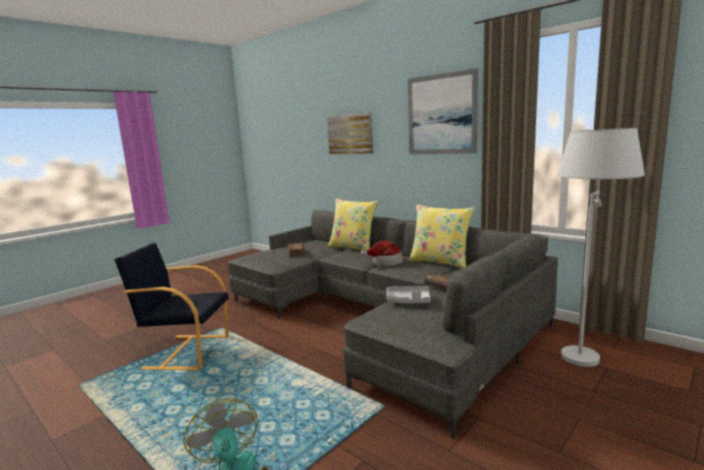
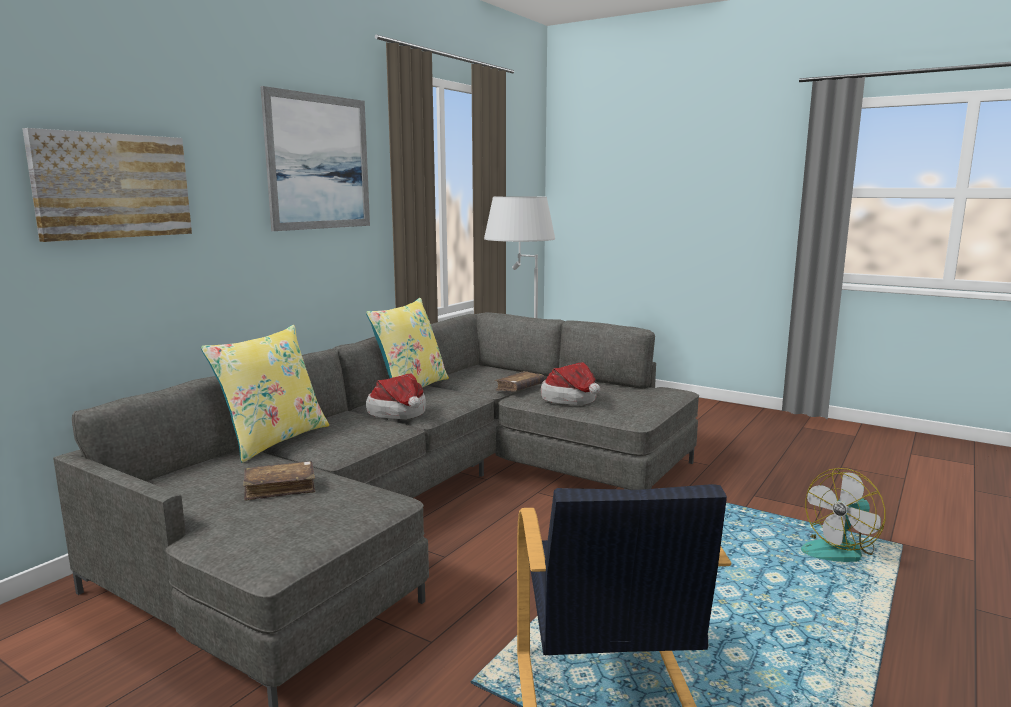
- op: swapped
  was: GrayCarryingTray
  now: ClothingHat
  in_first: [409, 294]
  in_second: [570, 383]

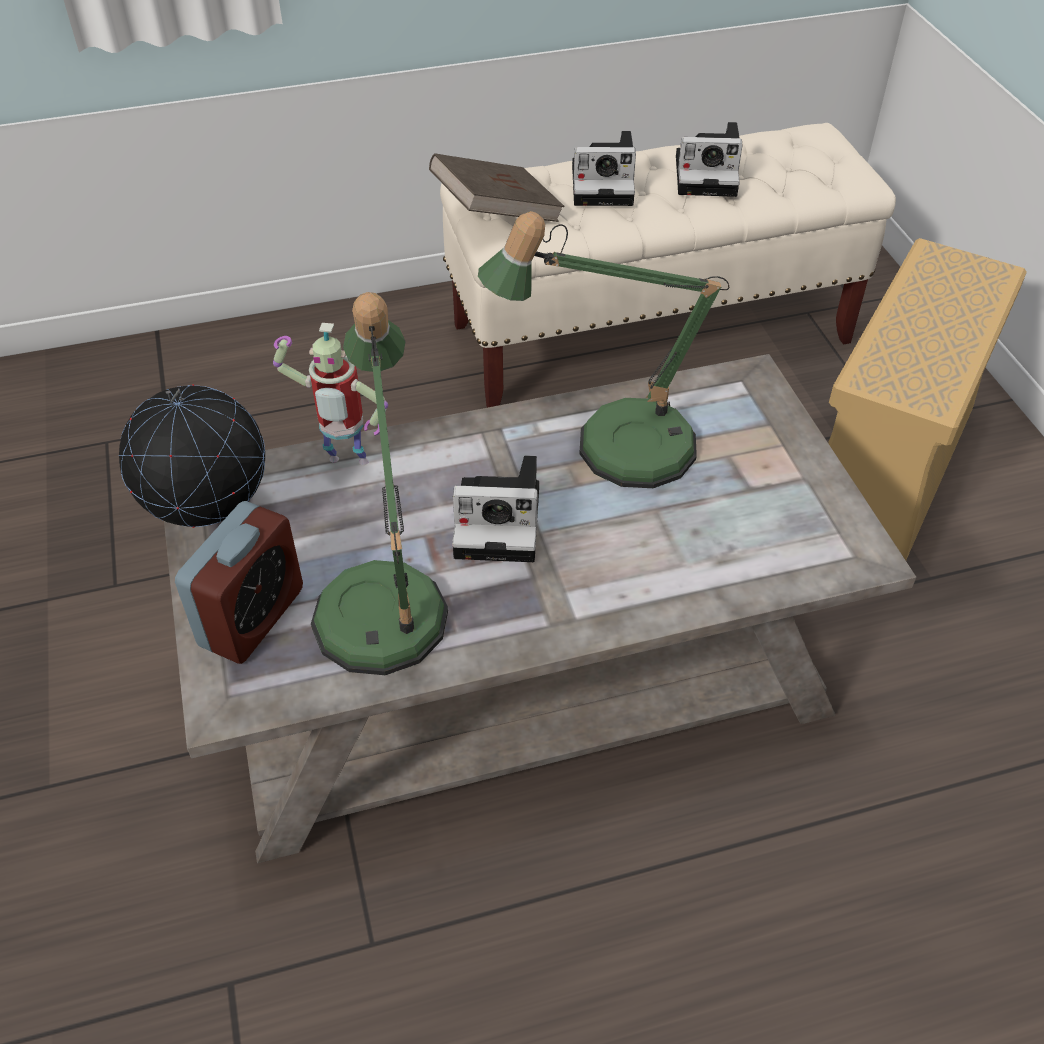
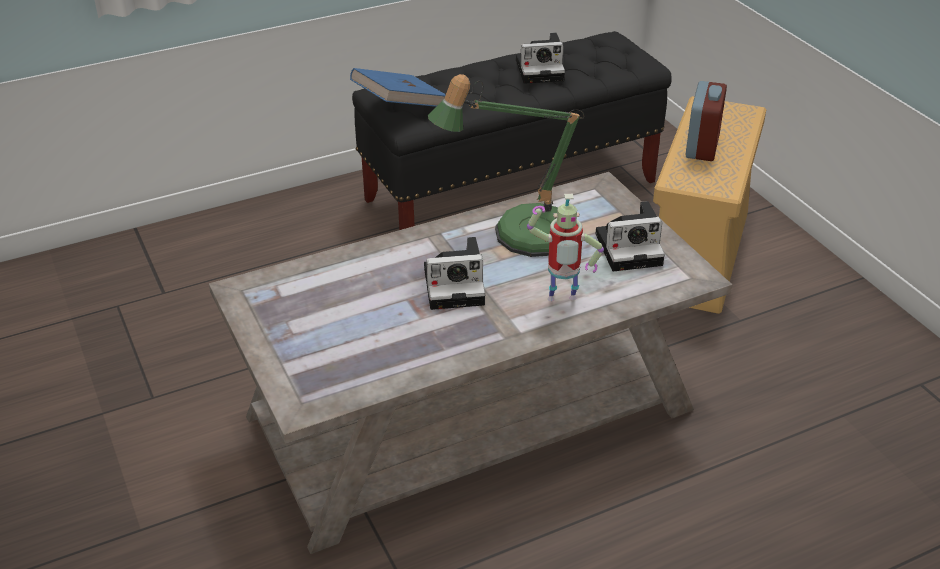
- op: repainted
  was: BeigeColouredLongSeat
  now: BlackColouredLongSeat
  in_first: [668, 265]
  in_second: [512, 130]
- op: shifted
  was: PhotoCamera
  in_first: [604, 168]
  in_second: [630, 236]
- op: repainted
  was: BrownBoundBook
  now: BlueColouredBoundBook
  in_first: [497, 187]
  in_second: [398, 87]
- op: gone
  was: TabletopLamp
  in_first: [379, 483]
- op: shifted
  was: ToyRobot
  in_first: [330, 394]
  in_second: [565, 247]
- op: gone
  was: WorldGlobe
  in_first: [192, 456]
- op: shifted
  was: TableClock
  in_first: [239, 582]
  in_second: [706, 121]

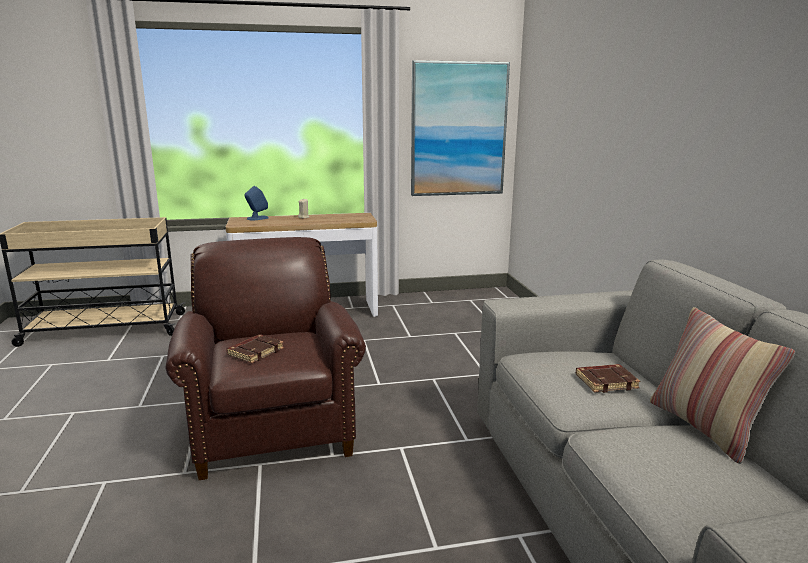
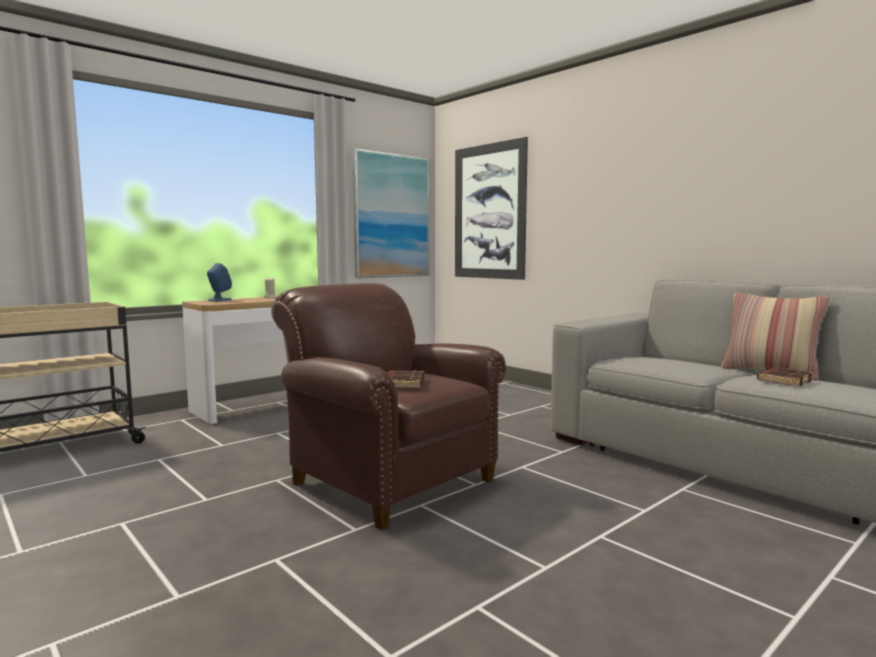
- op: shifted
  was: BrownBoundBook
  in_first: [608, 378]
  in_second: [785, 376]
- op: new
  now: WallPicture
  in_second: [491, 208]

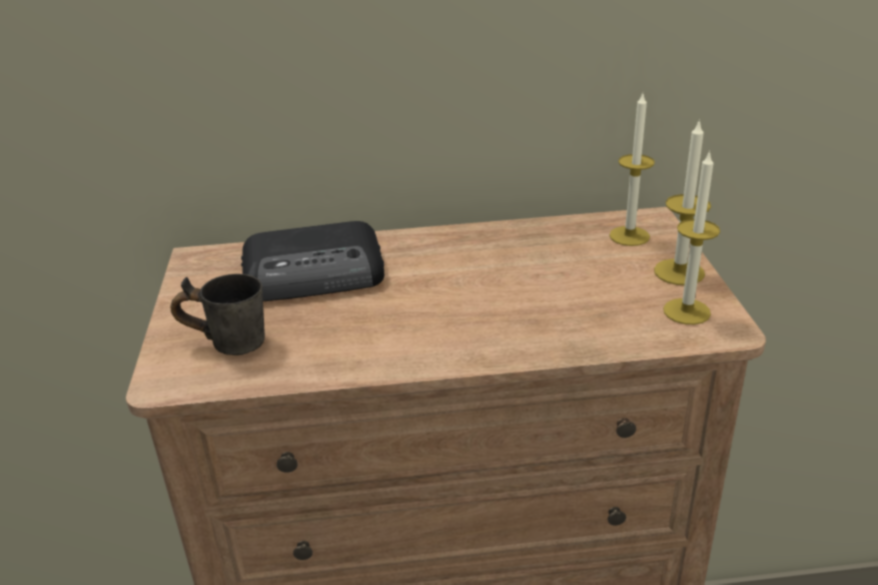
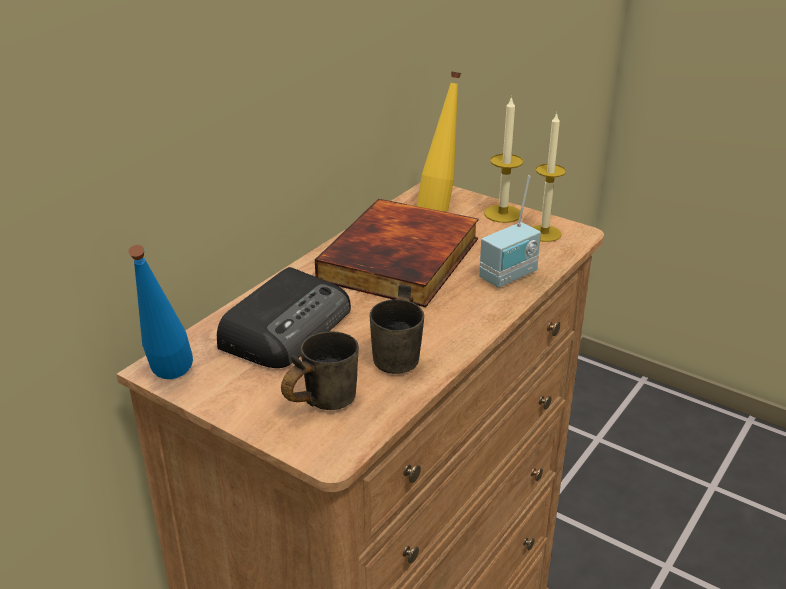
- op: swapped
  was: WaxCandle
  now: YellowColouredDrinkBottle
  in_first: [632, 170]
  in_second: [439, 141]
- op: new
  now: Radio
  in_second: [510, 231]
- op: new
  now: BoundBook
  in_second: [397, 252]
- op: new
  now: BlueColouredDrinkBottle
  in_second: [161, 312]
- op: new
  now: GrayTeaMug
  in_second: [397, 329]

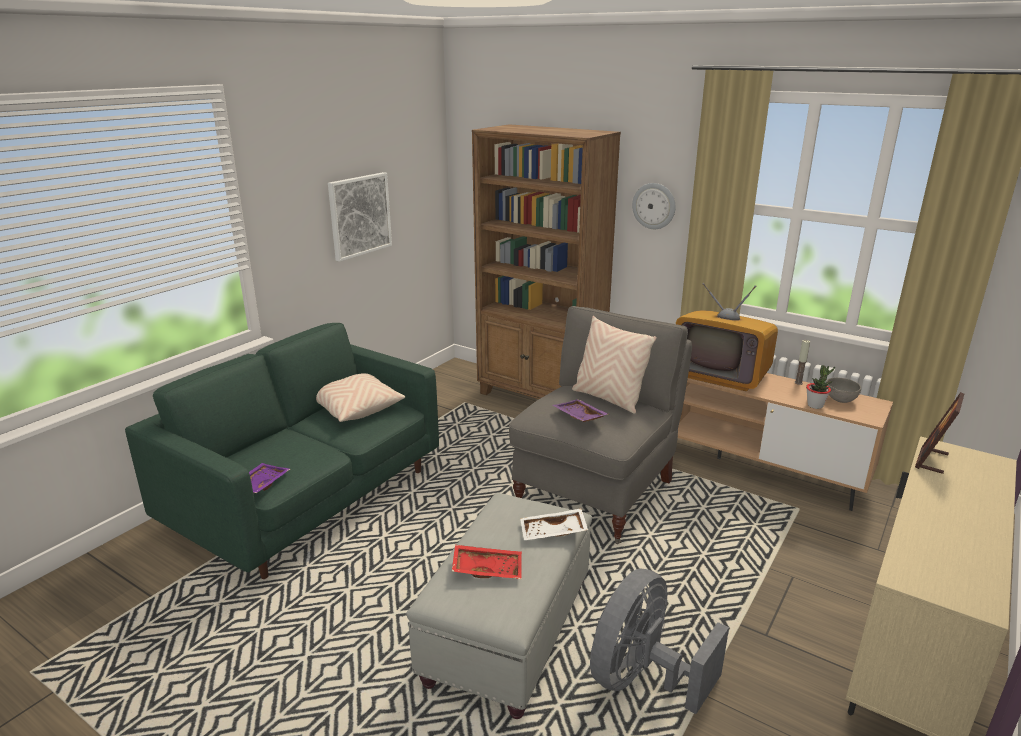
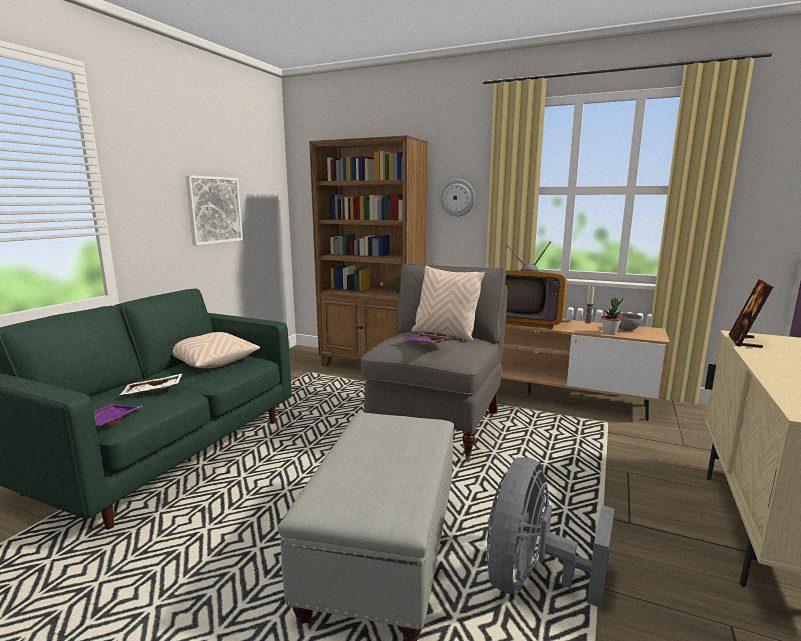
- op: shifted
  was: WhitishCarryingTray
  in_first: [554, 524]
  in_second: [151, 384]
- op: gone
  was: RedColouredCarryingTray
  in_first: [487, 562]

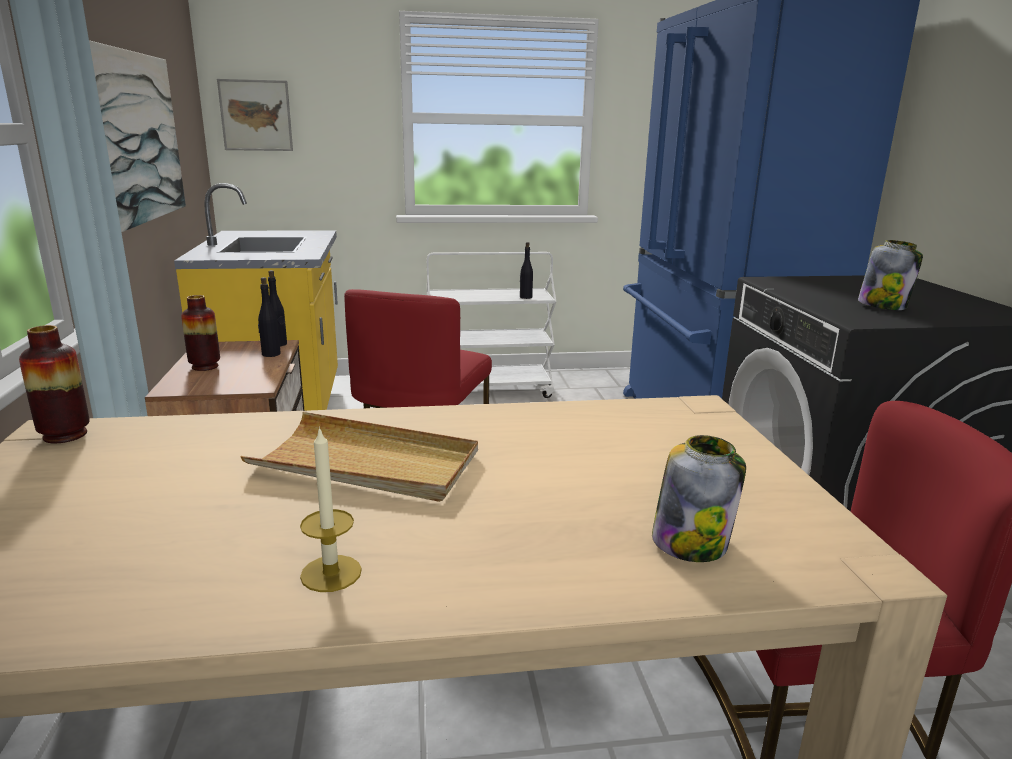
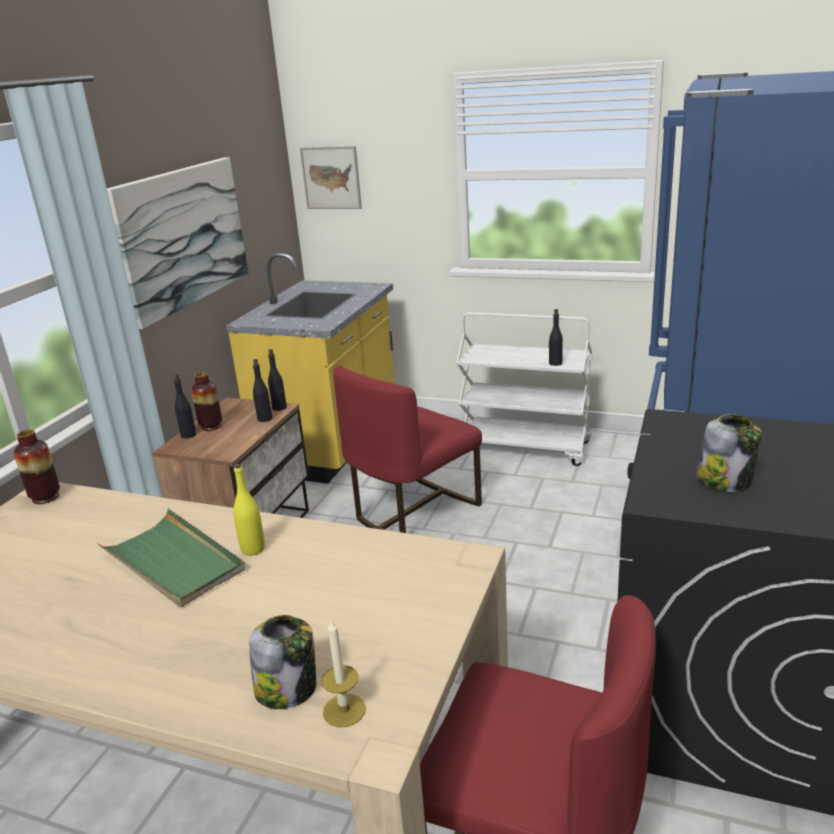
- op: repainted
  was: BeigeColouredCarryingTray
  now: GreenishCarryingTray
  in_first: [359, 457]
  in_second: [171, 557]
- op: shifted
  was: WaxCandle
  in_first: [331, 509]
  in_second: [343, 673]
- op: new
  now: BlackColouredDrinkBottle
  in_second: [184, 406]
- op: new
  now: YellowColouredDrinkBottle
  in_second: [249, 510]

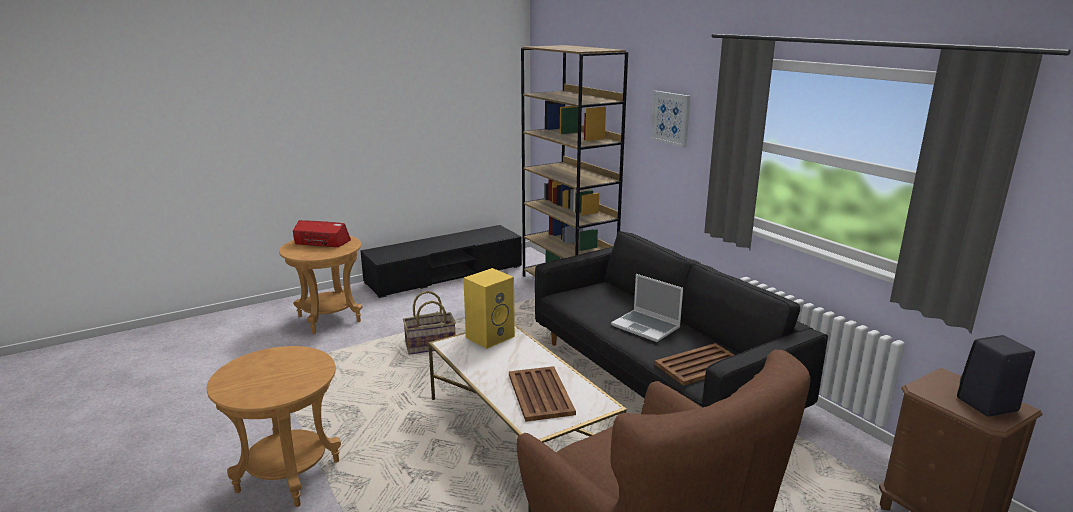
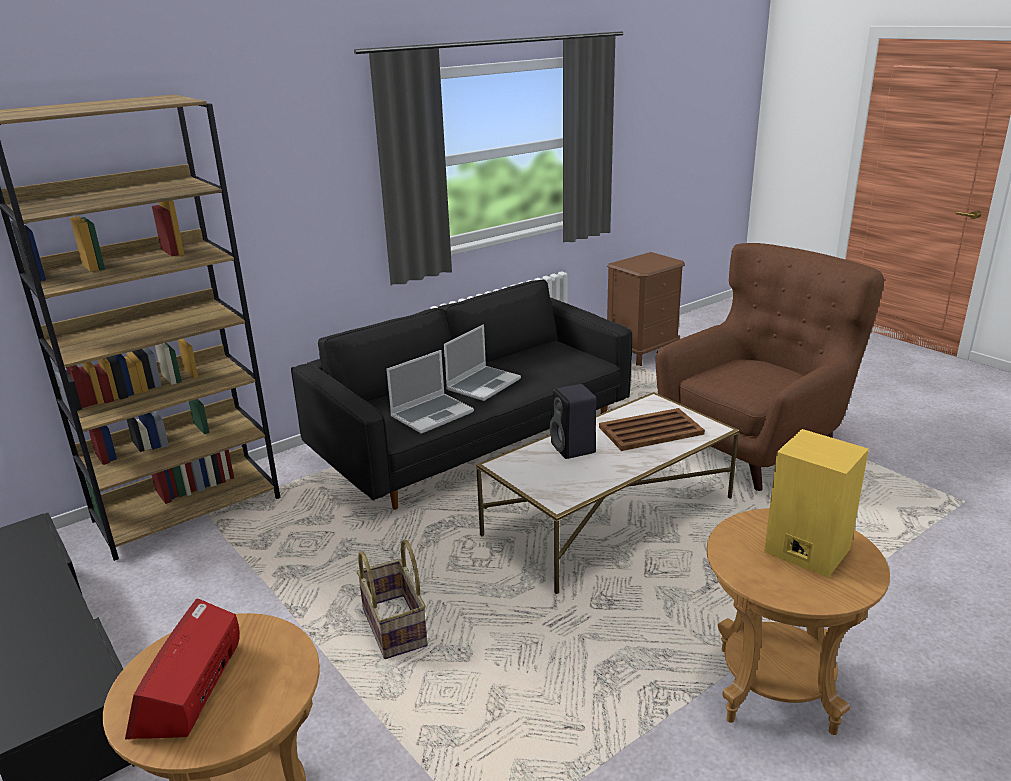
- op: gone
  was: WallPicture
  in_first: [670, 119]
- op: shifted
  was: YellowColouredLoudspeaker
  in_first: [489, 308]
  in_second: [816, 503]
- op: shifted
  was: BlackColouredLoudspeaker
  in_first: [996, 376]
  in_second: [573, 421]
- op: gone
  was: BrownCarryingTray
  in_first: [694, 364]
- op: new
  now: PortableComputer
  in_second: [430, 392]

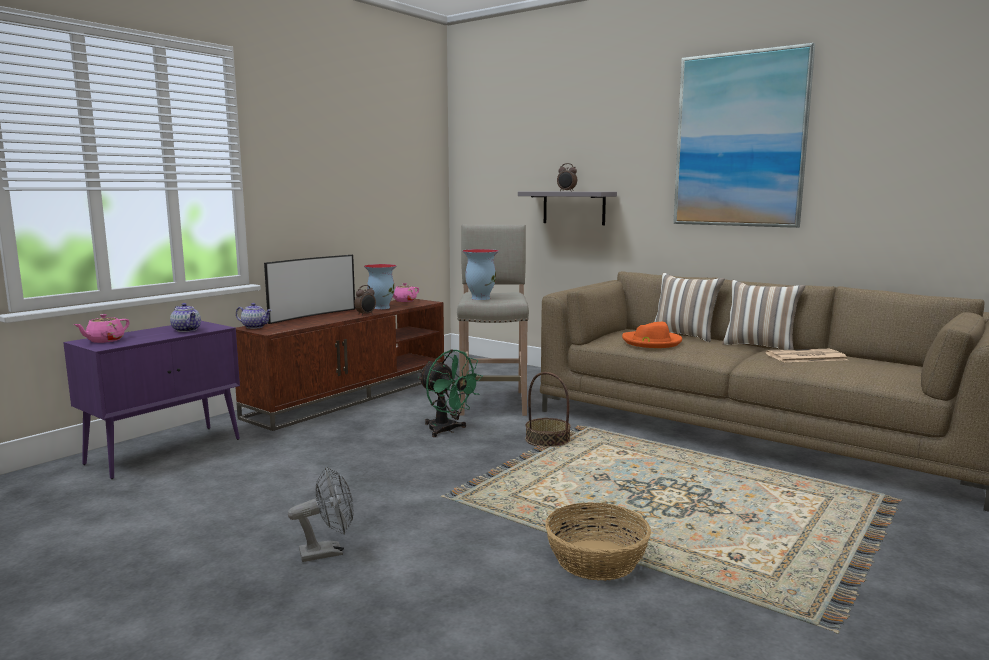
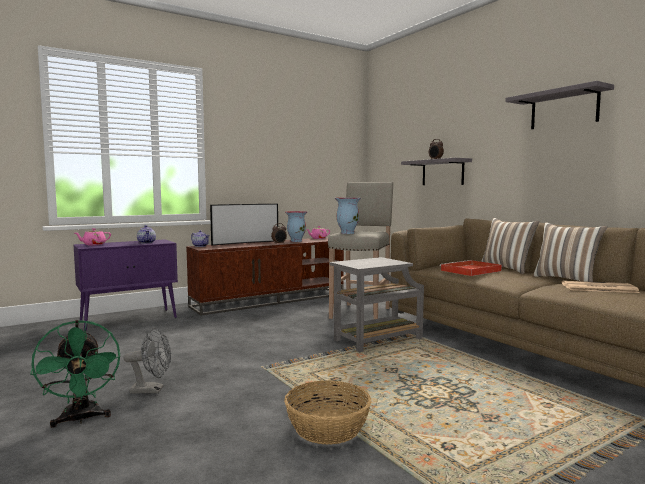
- op: swapped
  was: WallPicture
  now: GrayBracketShelf
  in_first: [744, 135]
  in_second: [559, 105]
- op: swapped
  was: OrangeyClothingHat
  now: RedColouredCarryingTray
  in_first: [652, 335]
  in_second: [471, 268]
- op: shifted
  was: GreenishCoolingFan
  in_first: [450, 393]
  in_second: [75, 374]
- op: swapped
  was: HouseholdBasket
  now: GraySideTable
  in_first: [548, 410]
  in_second: [376, 304]

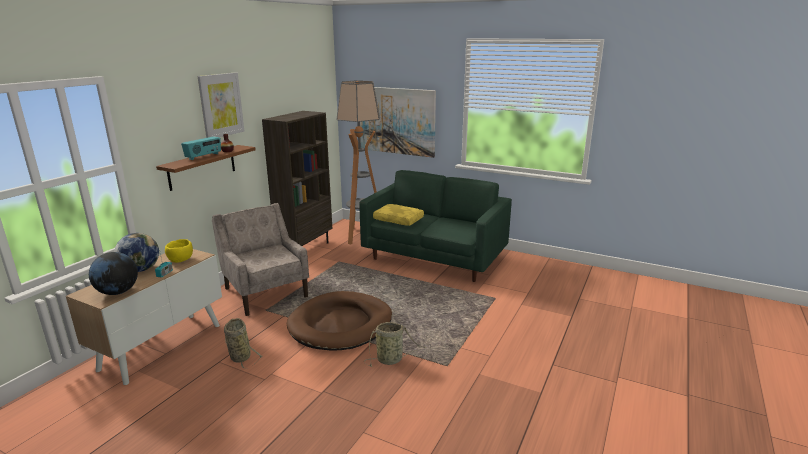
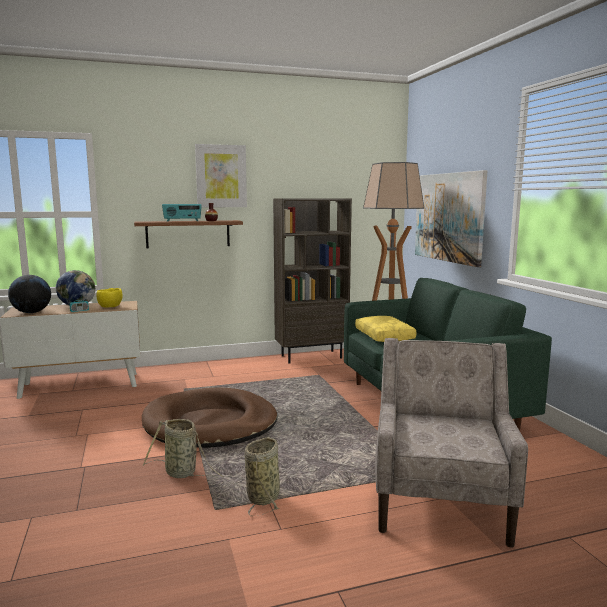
- op: shifted
  was: BeigeColouredLoungeChair
  in_first: [260, 259]
  in_second: [451, 443]
- op: shifted
  was: HouseholdBasket
  in_first: [243, 343]
  in_second: [262, 476]

